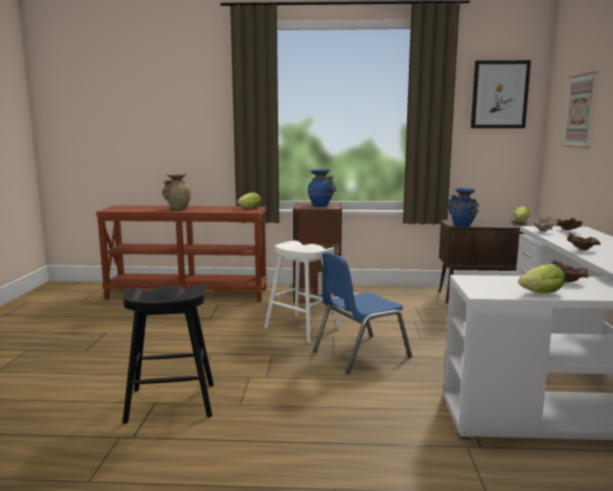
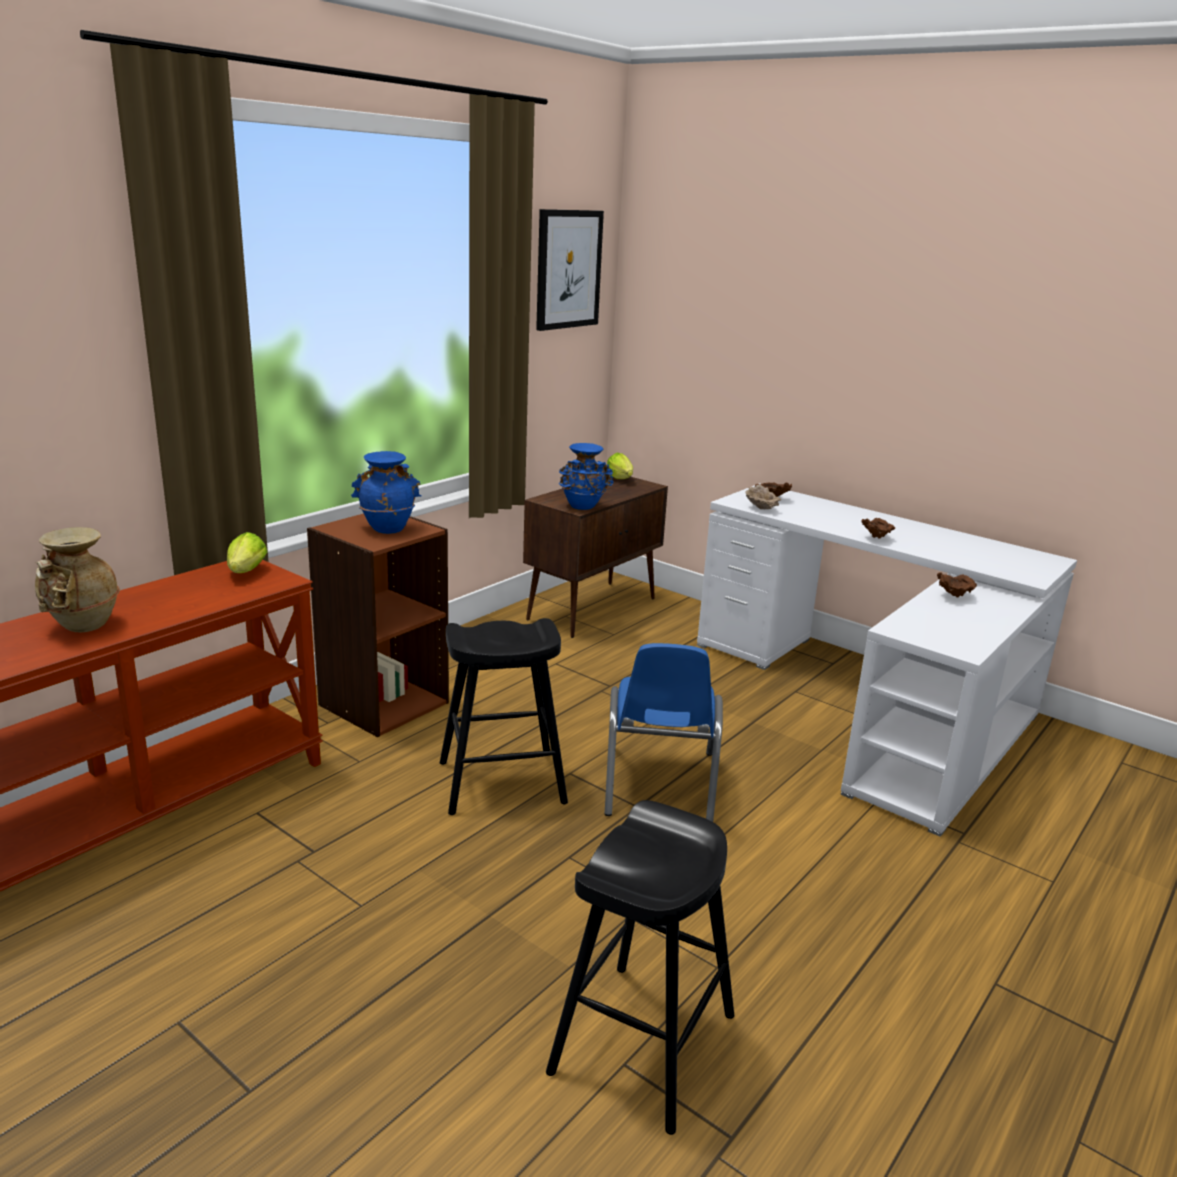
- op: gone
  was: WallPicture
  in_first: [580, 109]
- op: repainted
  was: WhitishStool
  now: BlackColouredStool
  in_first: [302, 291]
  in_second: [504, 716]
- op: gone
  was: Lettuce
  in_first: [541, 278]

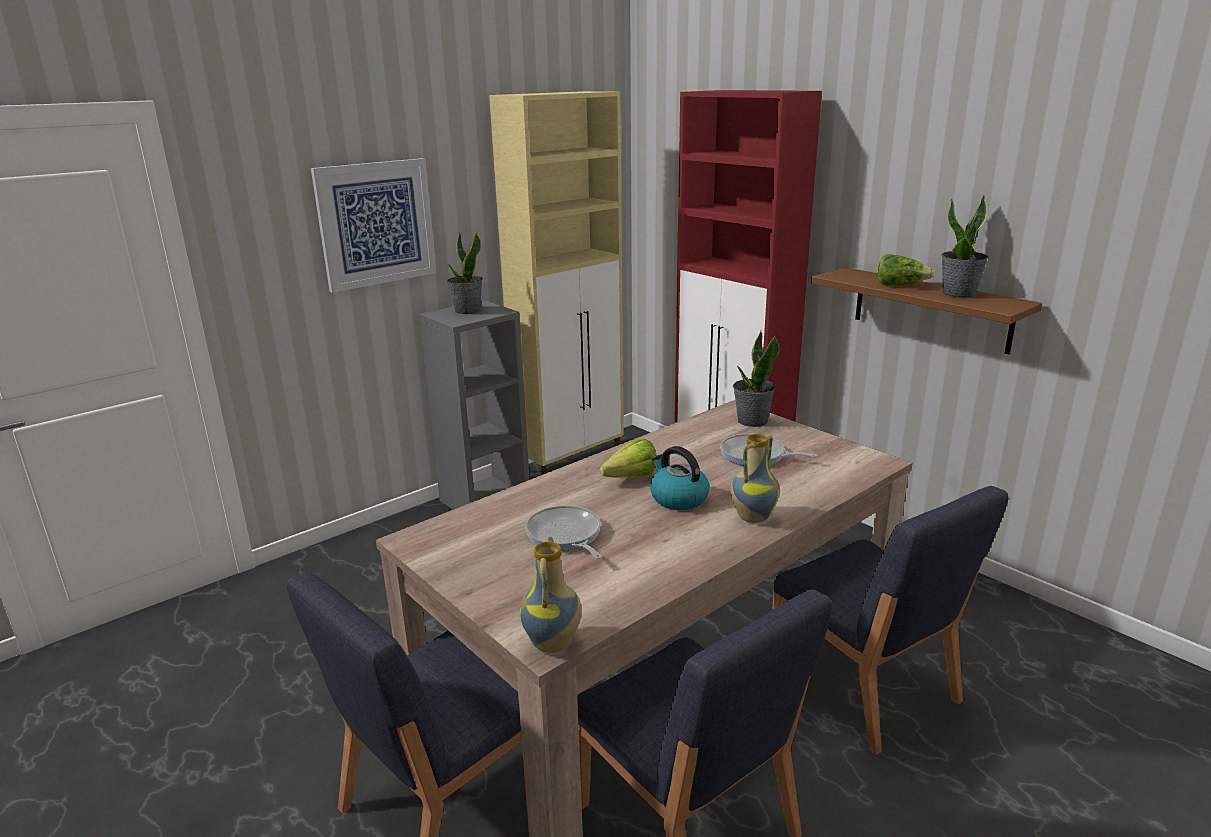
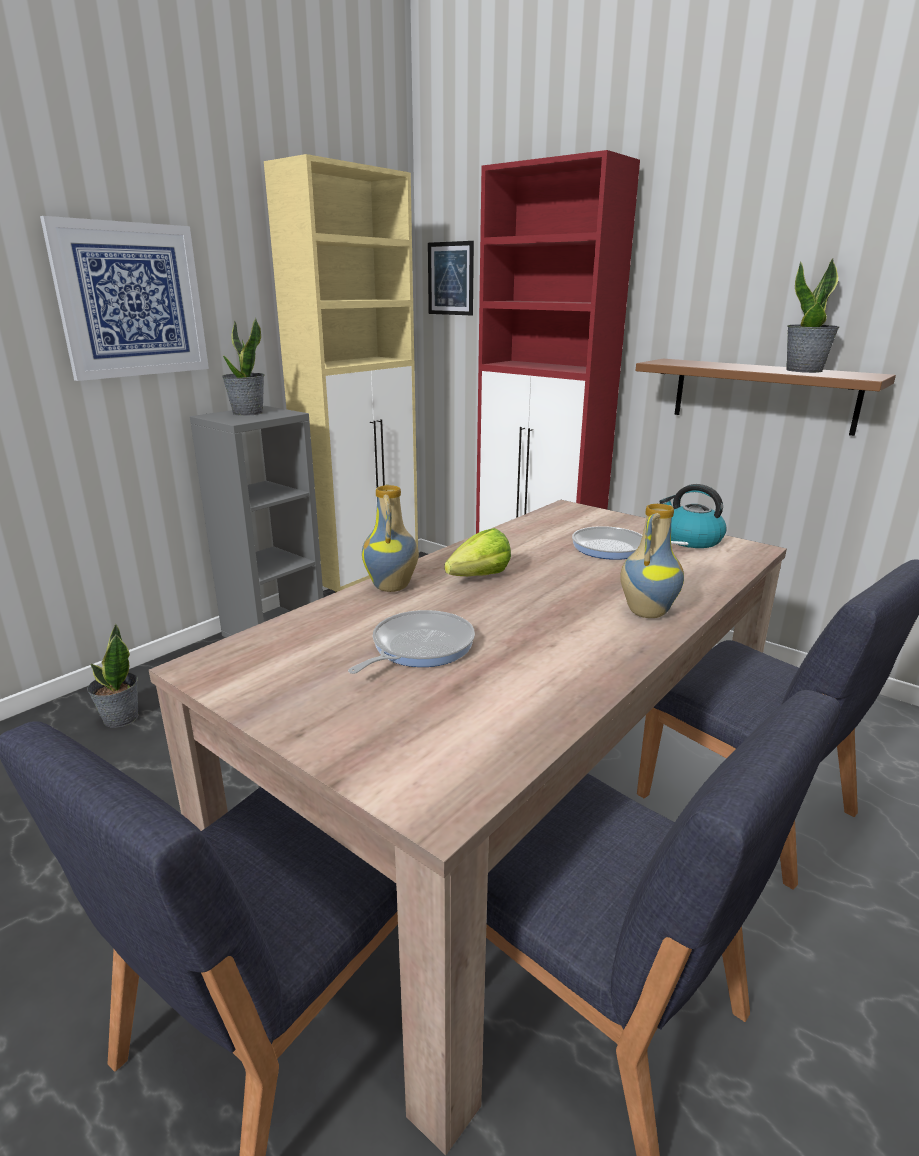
- op: gone
  was: Lettuce
  in_first: [906, 270]
- op: shifted
  was: Houseplant
  in_first: [756, 379]
  in_second: [113, 676]
- op: shifted
  was: WaterKettle
  in_first: [680, 478]
  in_second: [693, 516]
- op: rotated
  was: FryingPan
  in_first: [563, 532]
  in_second: [411, 642]
  clockwise: 75
- op: shifted
  was: DecorativeVase
  in_first: [550, 595]
  in_second: [390, 538]
- op: new
  now: WallPicture
  in_second: [451, 278]

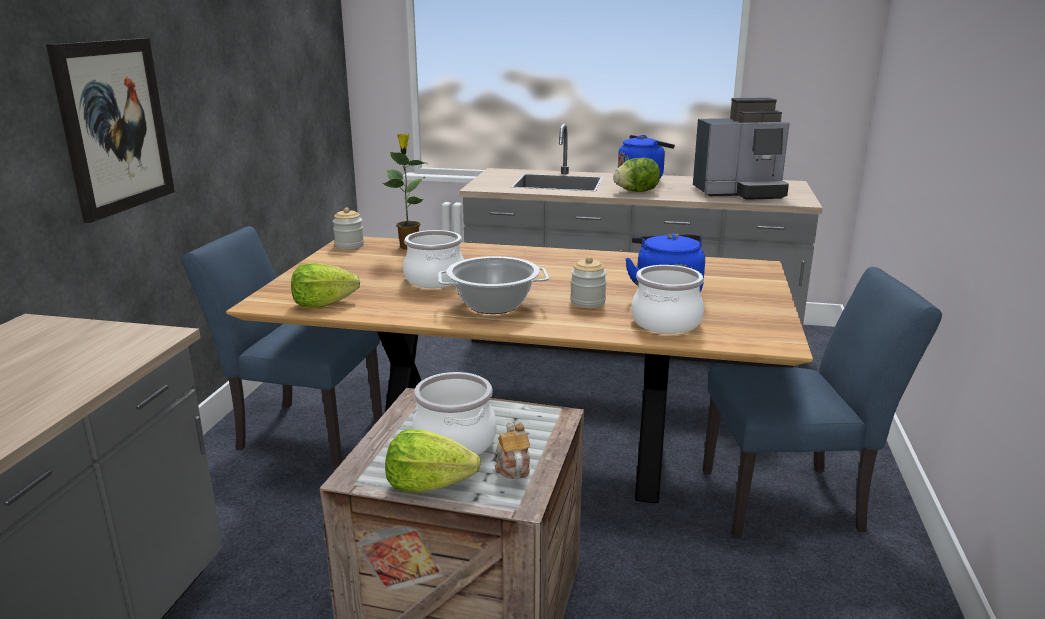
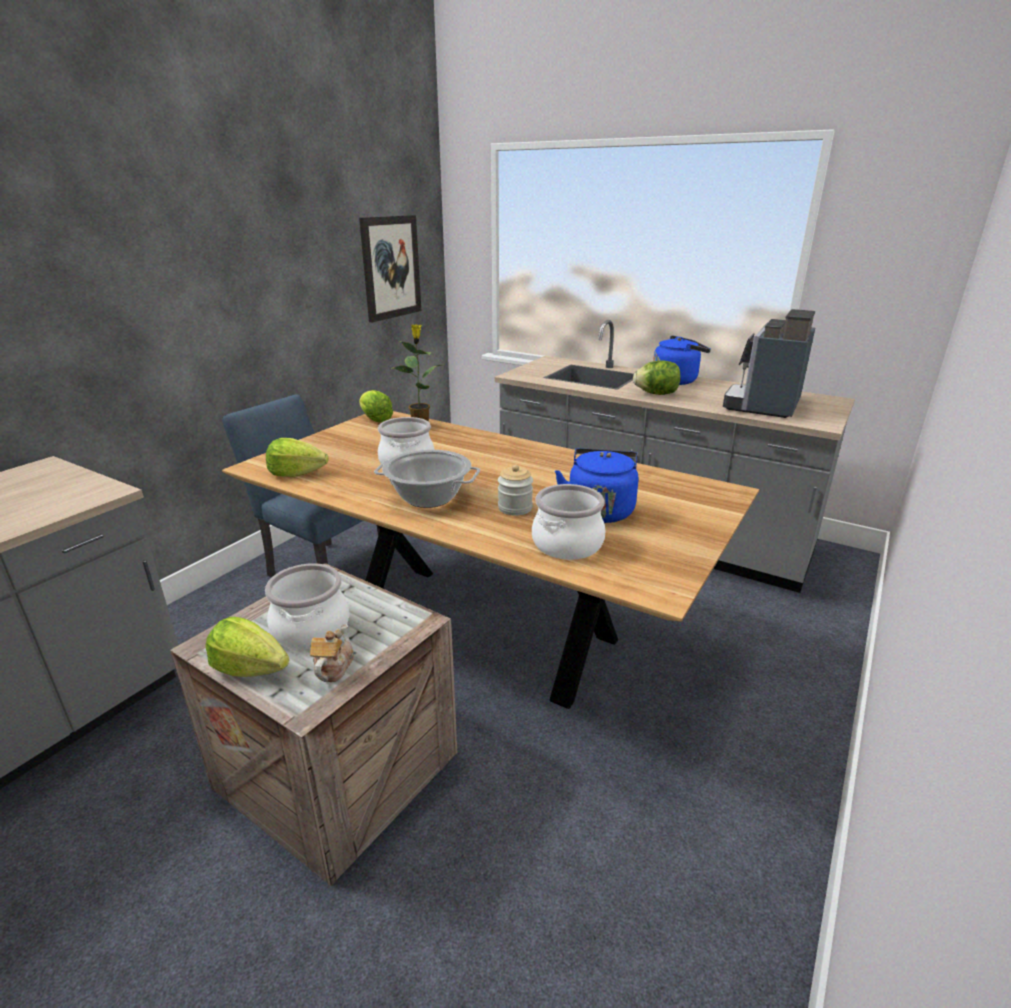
- op: shifted
  was: WallPicture
  in_first: [110, 130]
  in_second: [390, 268]
- op: rotated
  was: CoffeeMachine
  in_first: [741, 148]
  in_second: [769, 363]
  clockwise: 105
- op: swapped
  was: PreserveJar
  now: Lettuce
  in_first: [348, 228]
  in_second: [376, 406]
- op: gone
  was: BlueColouredPlainChair
  in_first: [822, 402]

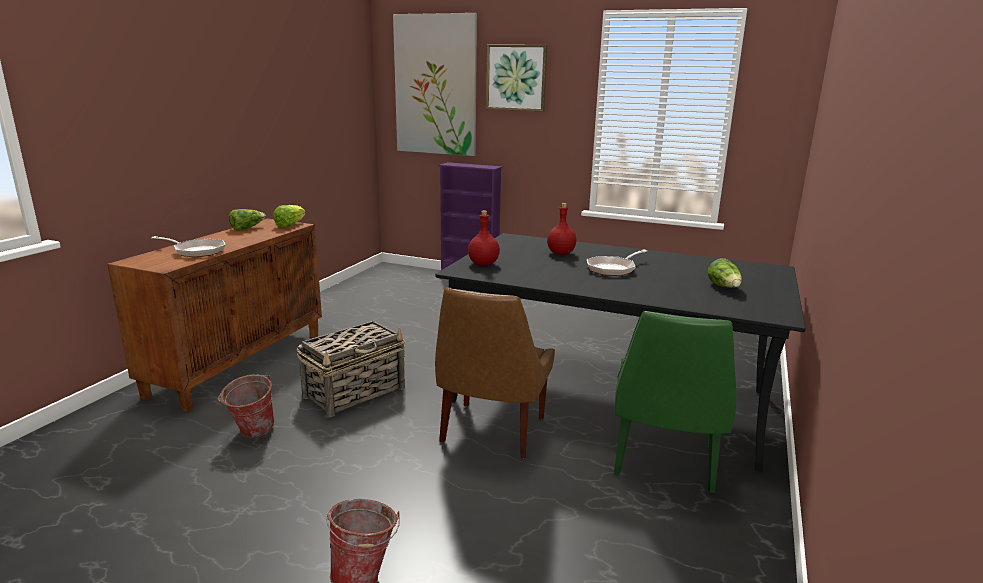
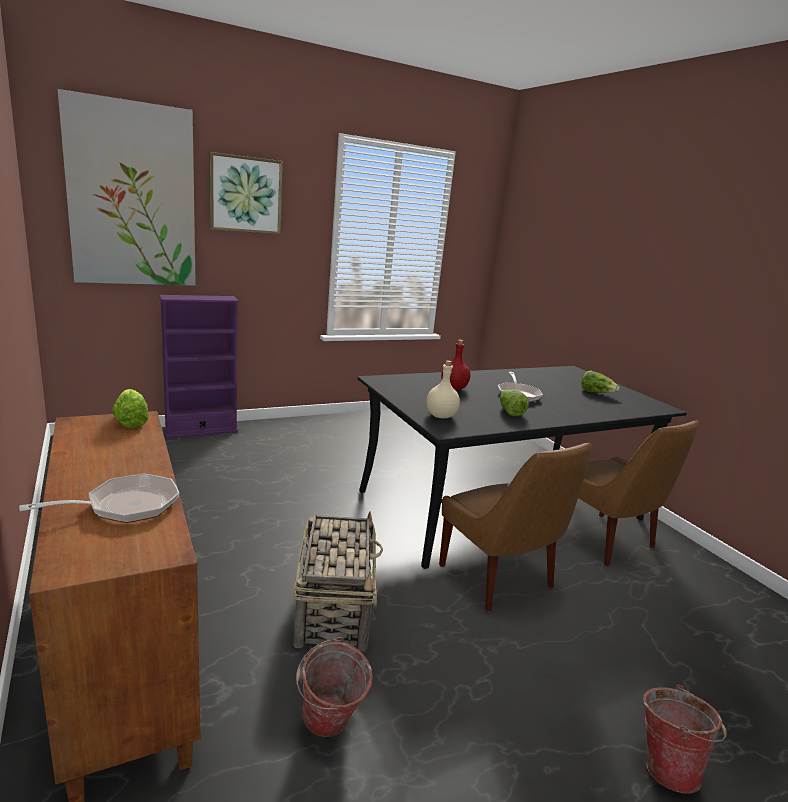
- op: shifted
  was: Lettuce
  in_first: [247, 220]
  in_second: [514, 402]
- op: repainted
  was: RedColouredDrinkBottle
  now: BeigeColouredDrinkBottle
  in_first: [484, 238]
  in_second: [443, 389]
- op: repainted
  was: GreenishPlainChair
  now: BrownPlainChair
  in_first: [675, 402]
  in_second: [638, 493]

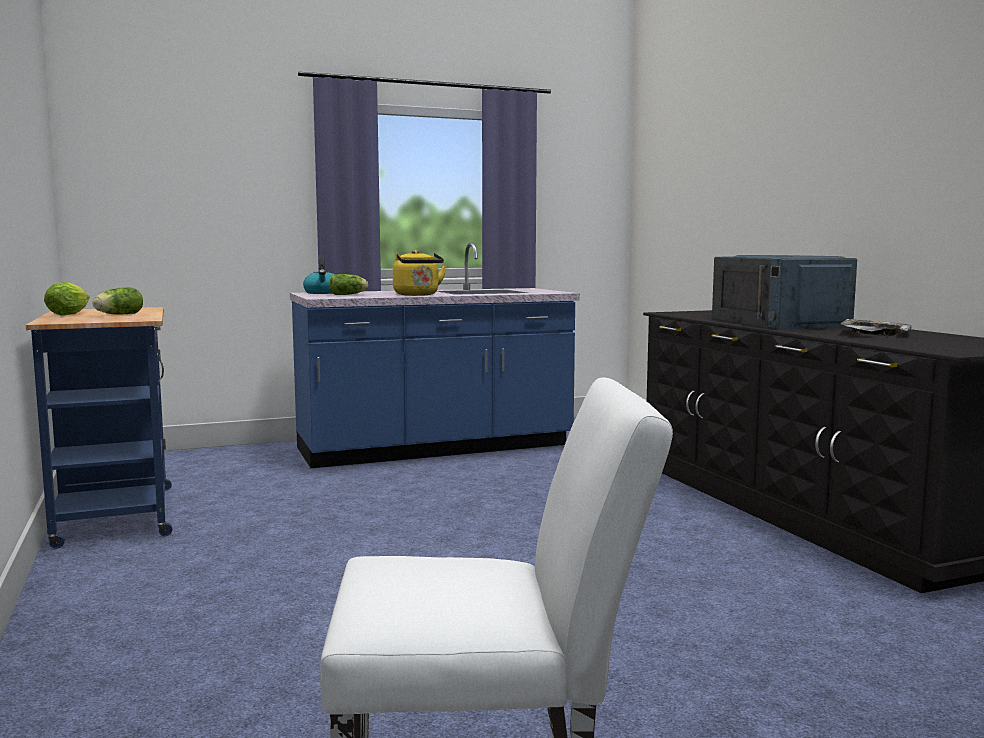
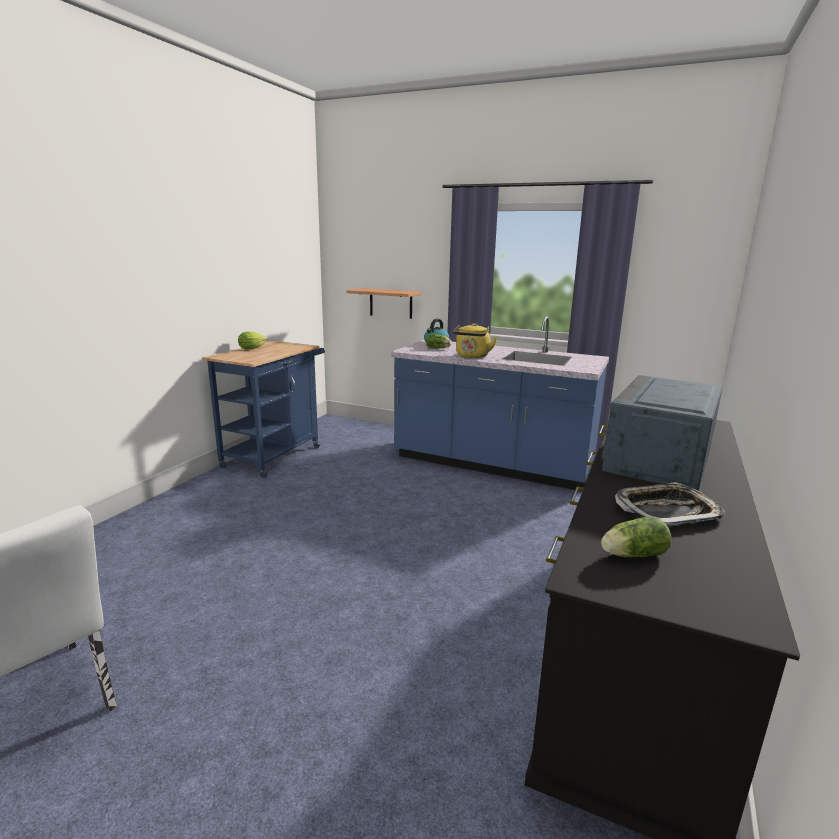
- op: shifted
  was: Lettuce
  in_first: [117, 301]
  in_second: [636, 537]
- op: new
  now: BracketShelf
  in_second: [384, 303]

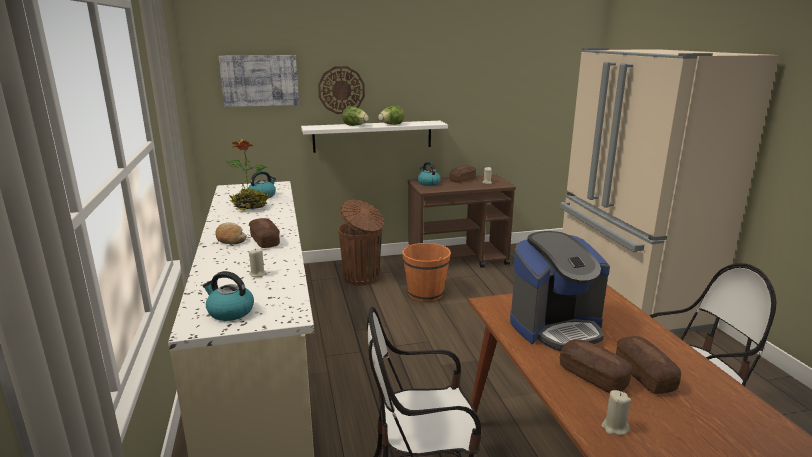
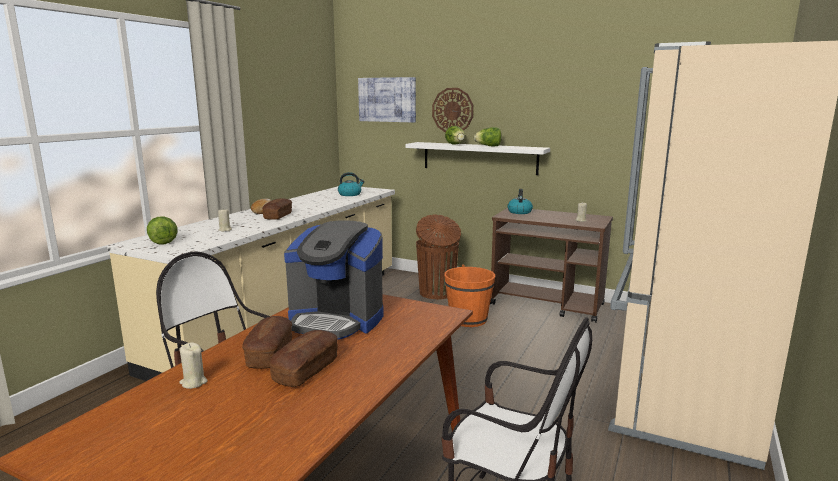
- op: gone
  was: Houseplant
  in_first: [248, 175]
- op: gone
  was: BakedBread
  in_first: [463, 174]
- op: swapped
  was: WaterKettle
  now: Lettuce
  in_first: [228, 296]
  in_second: [162, 230]

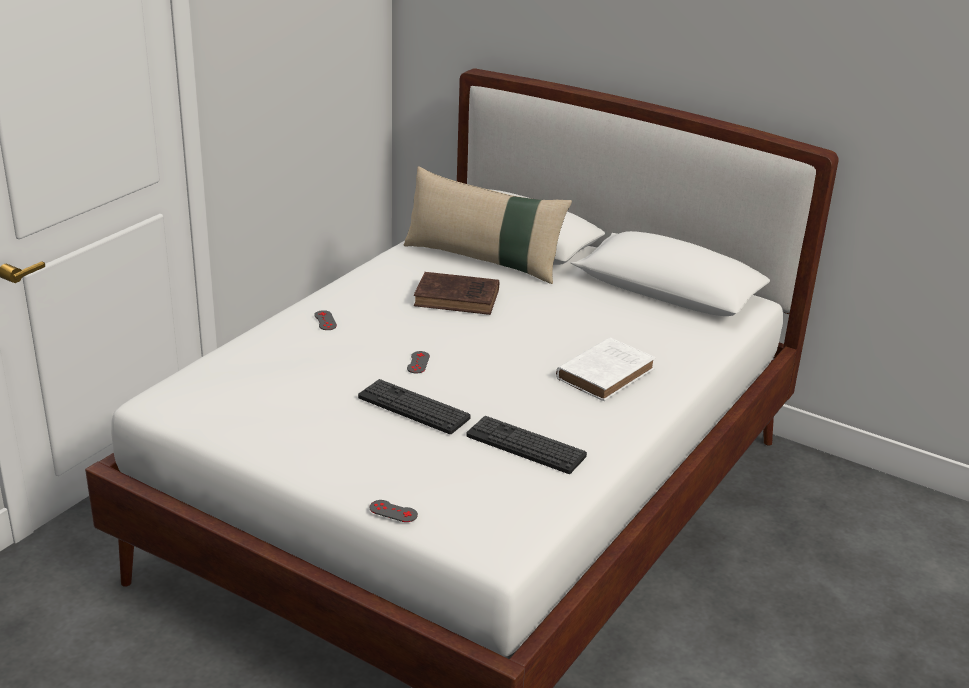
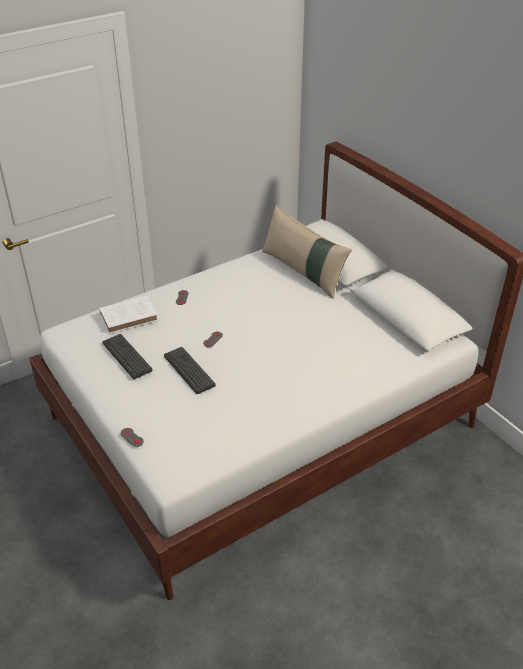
- op: gone
  was: BrownBoundBook
  in_first: [456, 293]
- op: shifted
  was: WhitishBoundBook
  in_first: [606, 369]
  in_second: [128, 315]
- op: shifted
  was: ComputerKeyboard
  in_first: [526, 445]
  in_second: [128, 356]

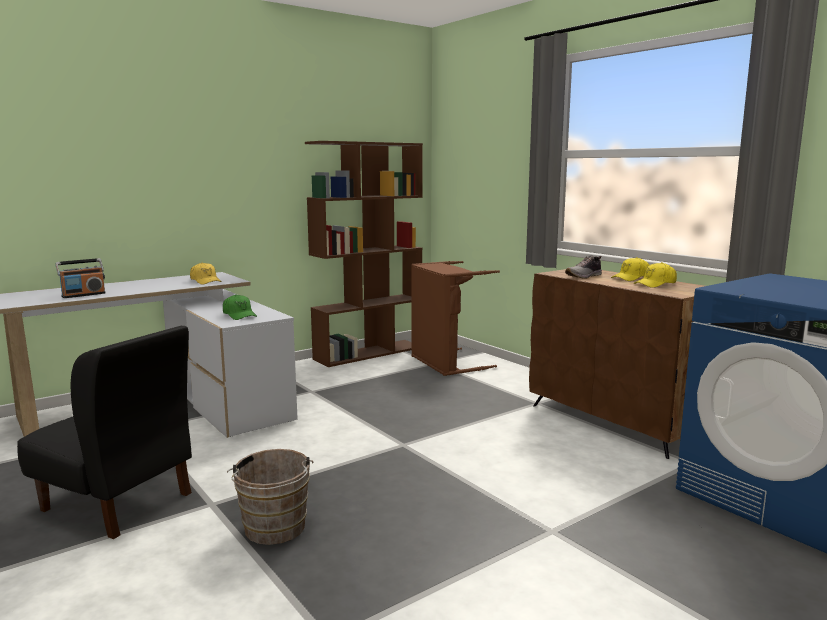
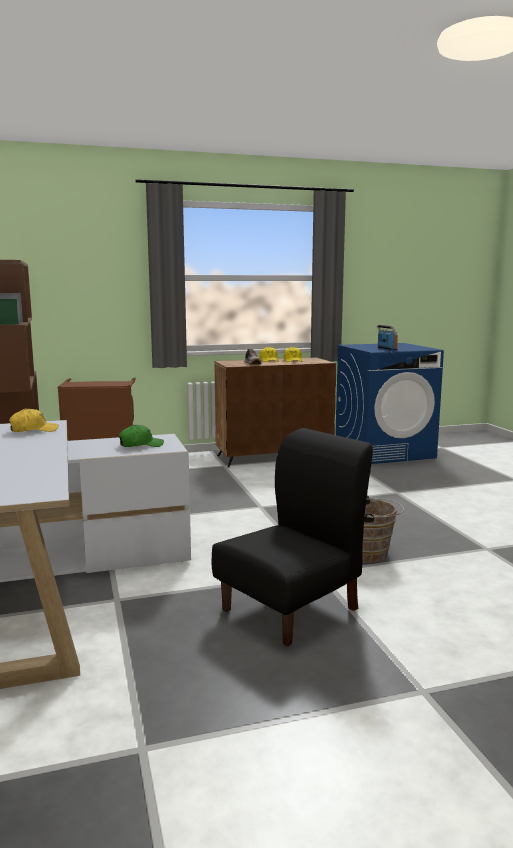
- op: shifted
  was: Radio
  in_first: [80, 278]
  in_second: [387, 337]

